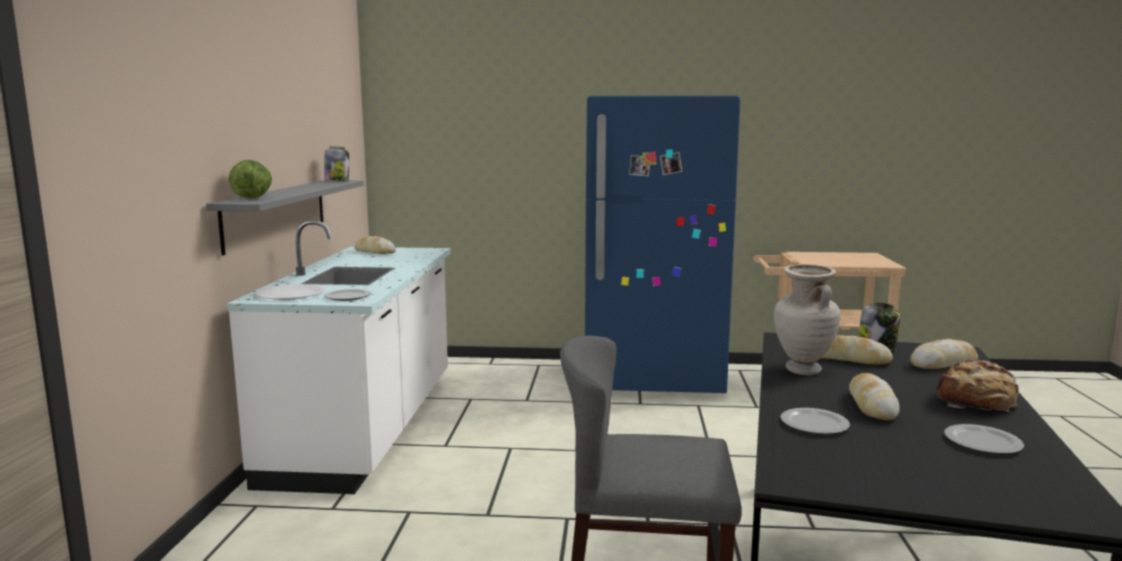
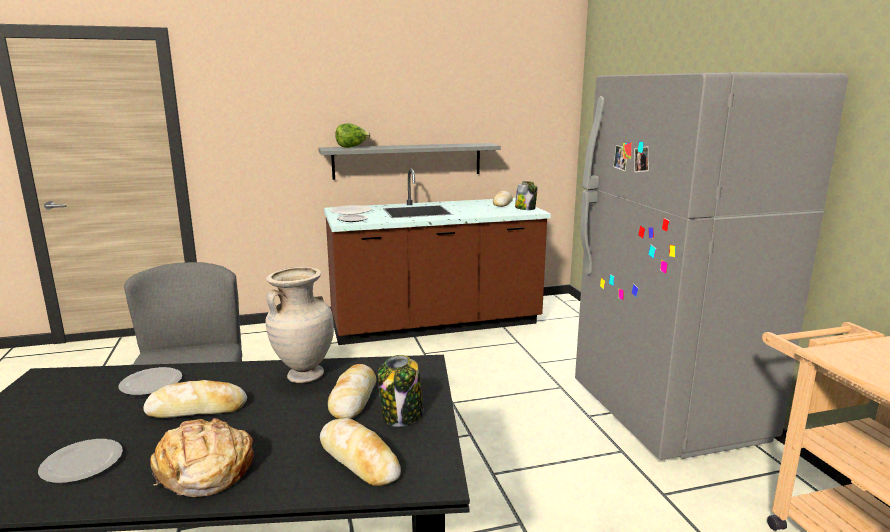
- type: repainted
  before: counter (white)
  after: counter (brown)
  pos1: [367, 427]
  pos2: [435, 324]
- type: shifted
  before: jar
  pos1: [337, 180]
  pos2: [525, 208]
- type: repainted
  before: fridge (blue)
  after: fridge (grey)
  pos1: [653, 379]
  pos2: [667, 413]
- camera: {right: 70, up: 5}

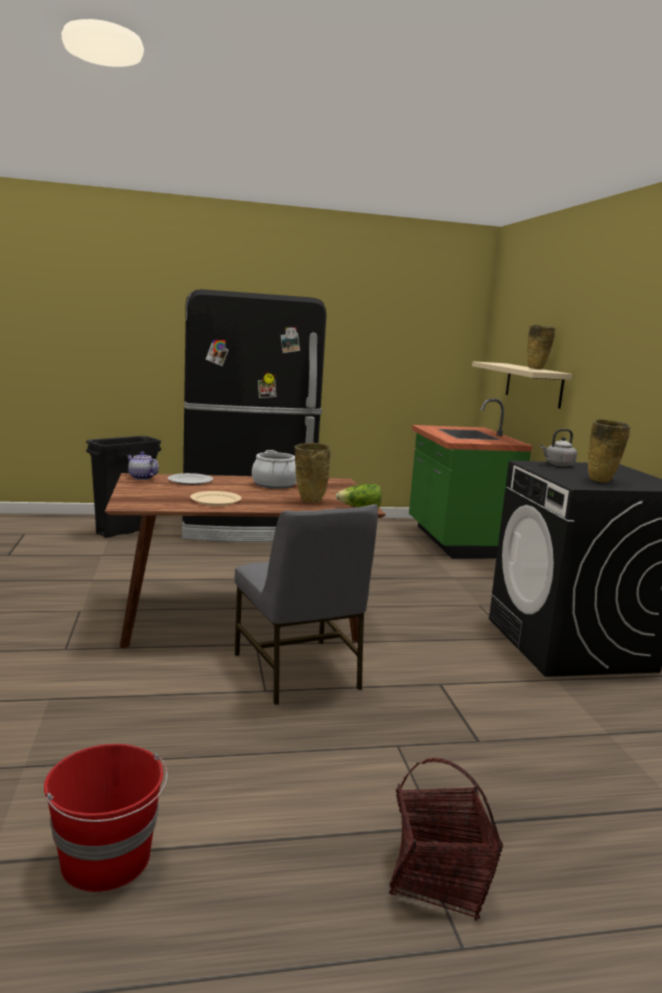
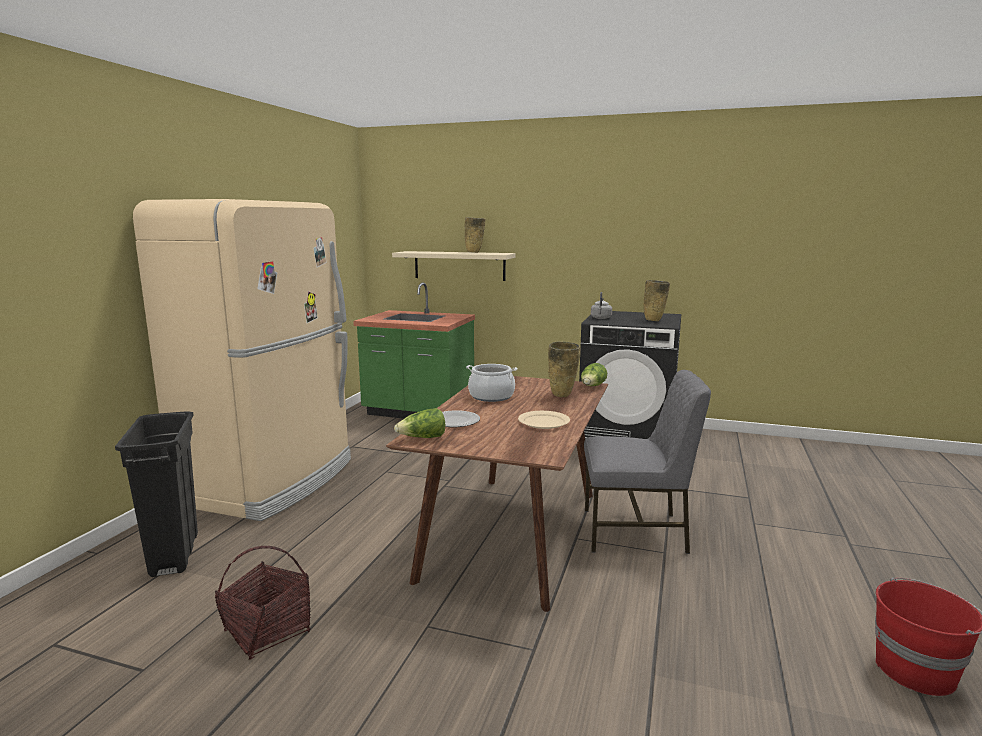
- type: repainted
  before: fridge (black)
  after: fridge (beige)
  pos1: [246, 528]
  pos2: [272, 481]
- type: shifted
  before: basket
  pos1: [439, 878]
  pos2: [268, 631]
- type: swapped
  before: teapot
  after: lettuce
  pos1: [141, 478]
  pos2: [422, 438]
- camera: {right: -60, up: 0}

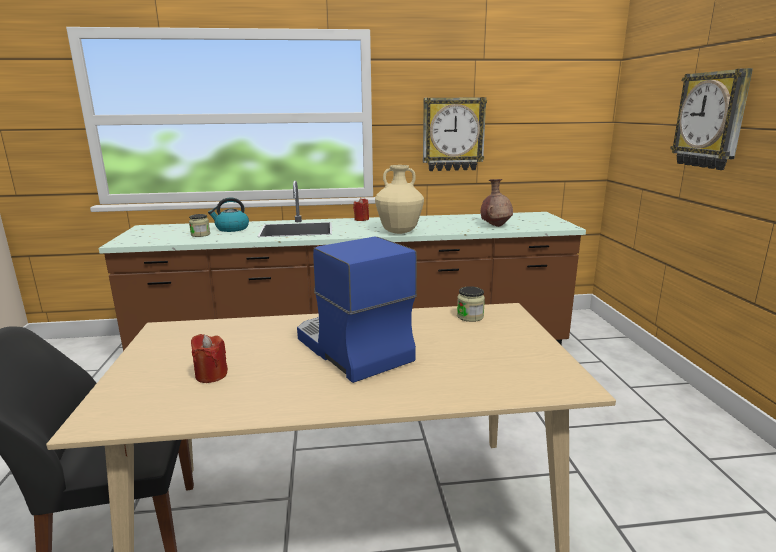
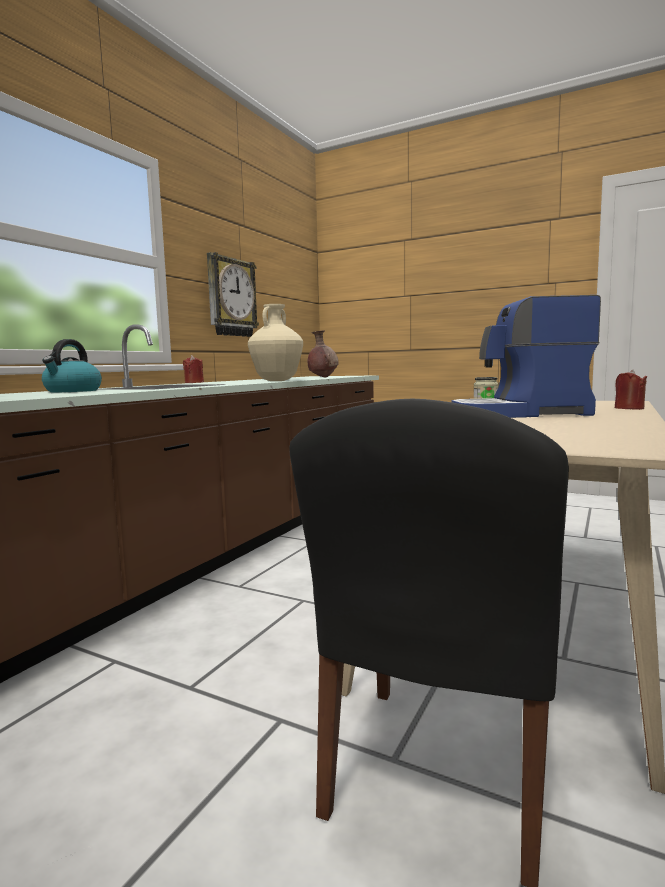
- type: shifted
  before: candle (red)
  pos1: [211, 375]
  pos2: [629, 408]
- type: gone
  before: jar
  pos1: [200, 235]
- type: gone
  before: wall clock
  pos1: [711, 120]
- camera: {right: -55, up: -10}

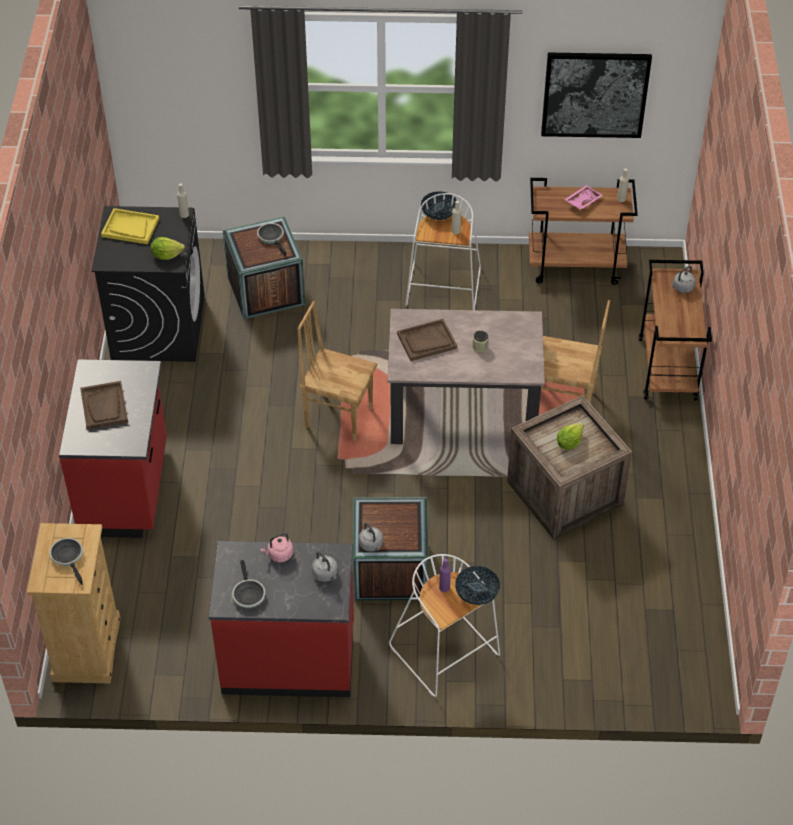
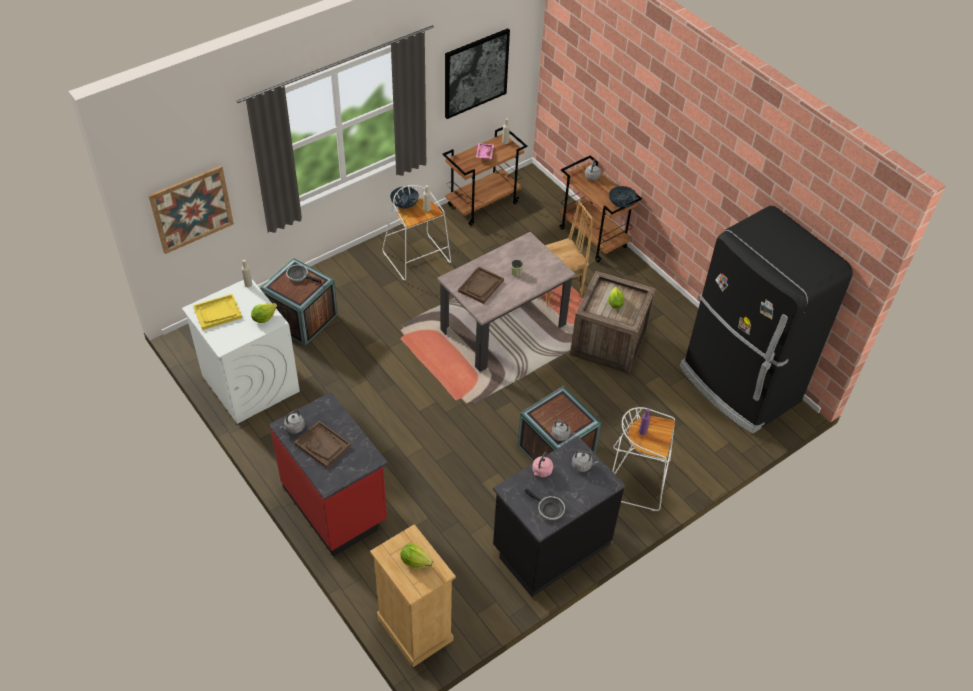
- type: new
  after: picture
  pos2: [192, 209]
- type: repainted
  before: washing machine (black)
  after: washing machine (white)
  pos1: [158, 327]
  pos2: [250, 383]
- type: new
  after: kettle (grey)
  pos2: [294, 428]
- type: swapped
  before: frying pan
  after: lettuce
  pos1: [68, 557]
  pos2: [415, 561]
- type: repainted
  before: counter (red)
  after: counter (black)
  pos1: [288, 659]
  pos2: [550, 546]
- type: shifted
  before: bowl
  pos1: [477, 593]
  pos2: [621, 202]
- type: new
  after: fridge (black)
  pos2: [738, 385]
- type: gone
  before: chair (brown)
  pos1: [338, 416]
- camera: {right: -40, up: 0}

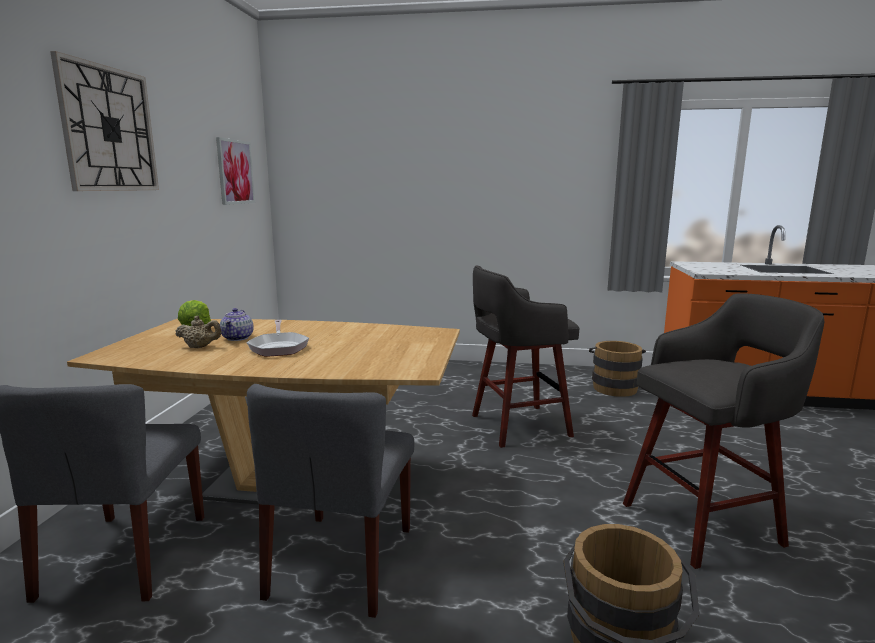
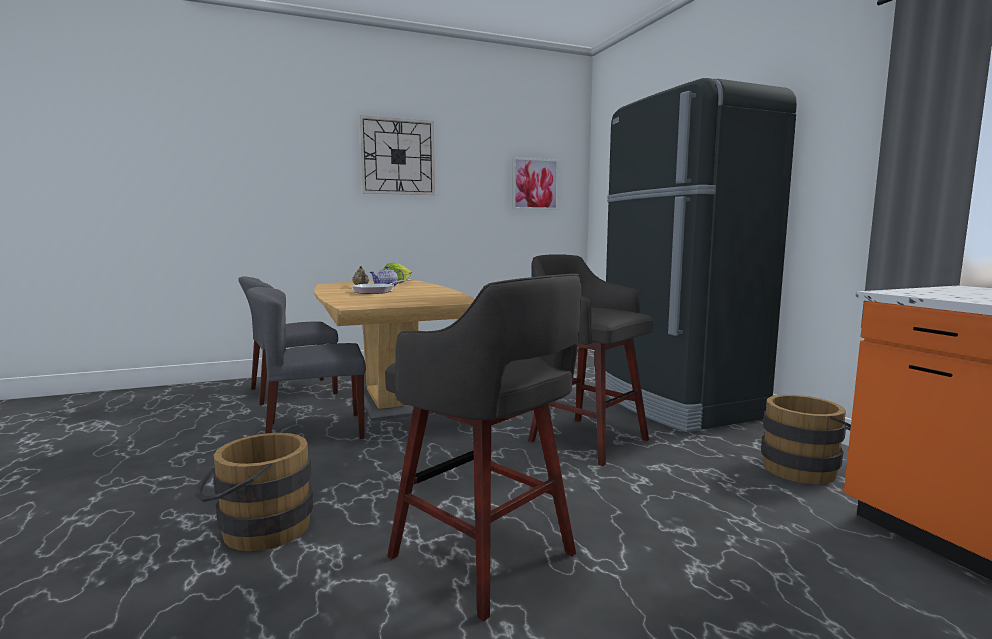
- type: new
  after: fridge (black)
  pos2: [677, 405]
- camera: {right: 60, up: -5}

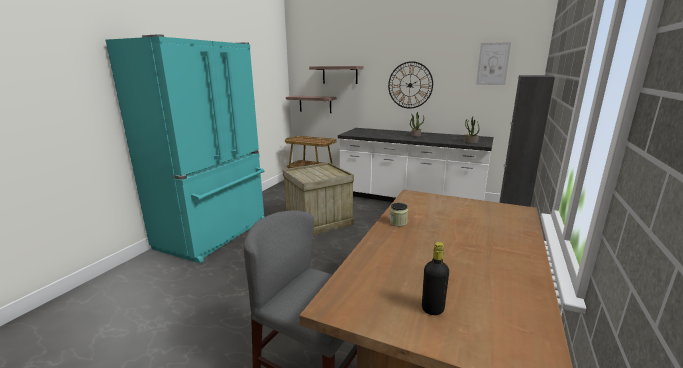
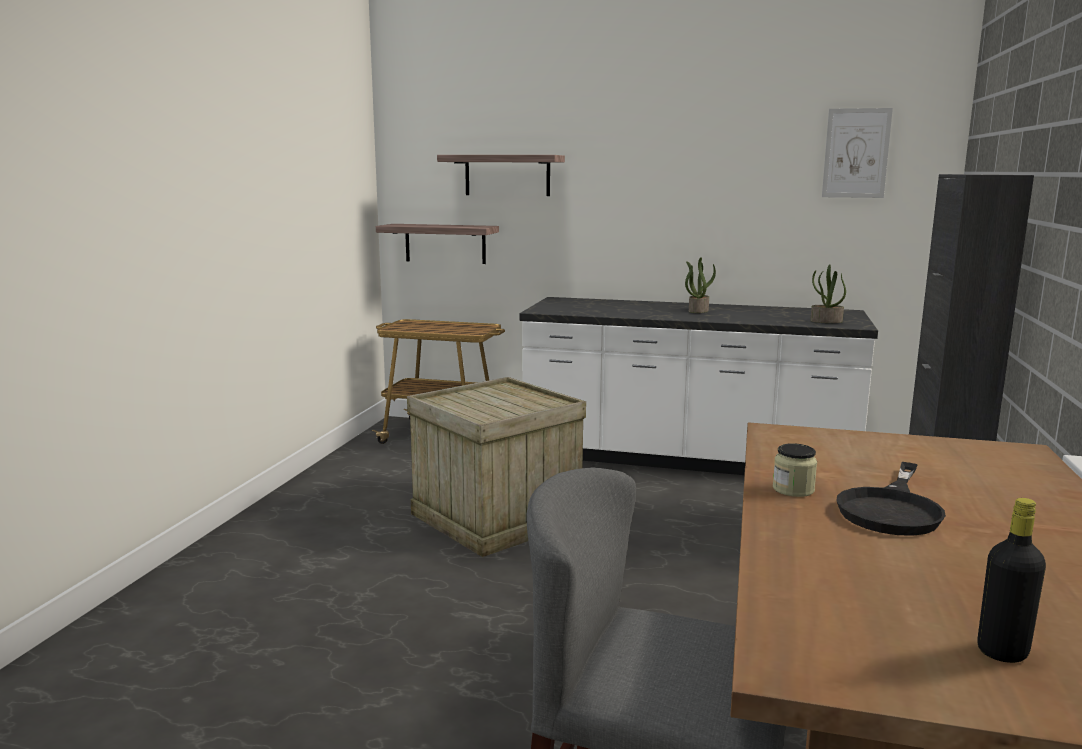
- type: new
  after: frying pan (black)
  pos2: [892, 509]
- type: gone
  before: fridge (turquoise)
  pos1: [215, 234]
- type: gone
  before: wall clock
  pos1: [410, 85]
- camera: {right: -10, up: -5}

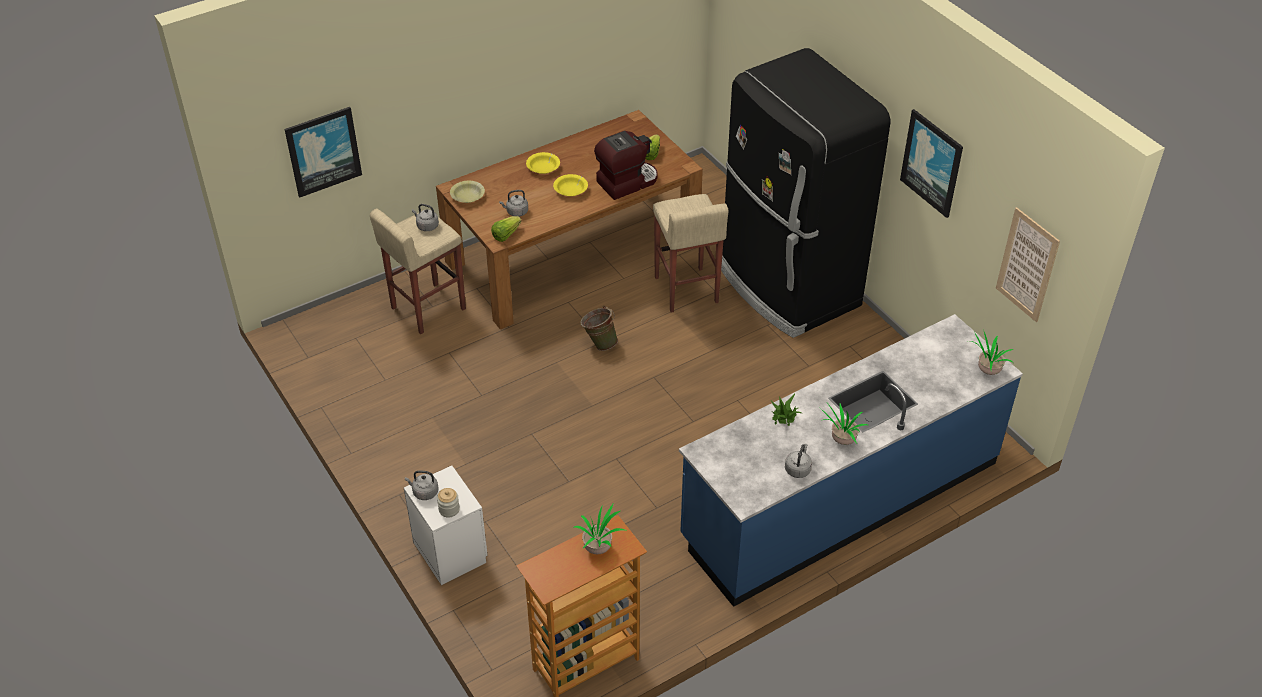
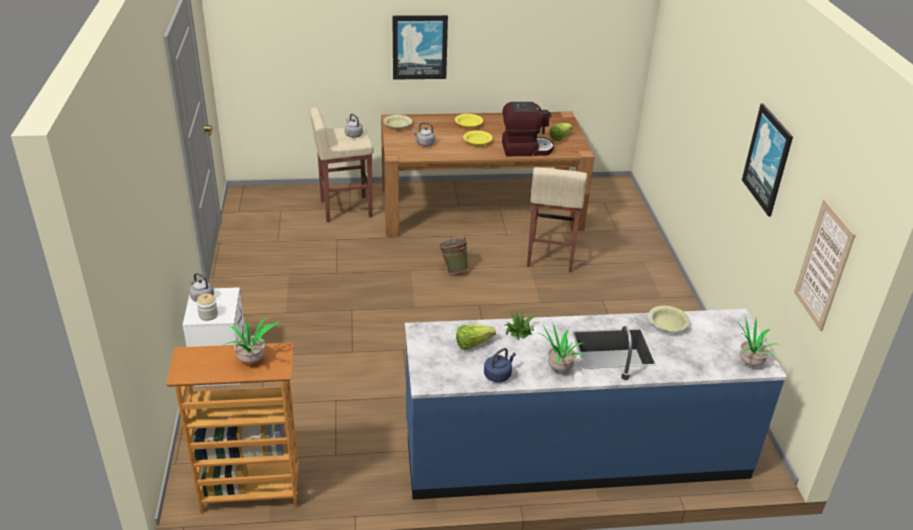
- type: shifted
  before: picture
  pos1: [323, 151]
  pos2: [419, 47]
- type: shifted
  before: lettuce
  pos1: [506, 235]
  pos2: [473, 344]
- type: repainted
  before: kettle (grey)
  after: kettle (blue)
  pos1: [798, 469]
  pos2: [498, 375]
- type: new
  after: bowl (yellow)
  pos2: [667, 324]
- type: gone
  before: fridge (black)
  pos1: [787, 286]
- camera: {right: 25, up: -10}

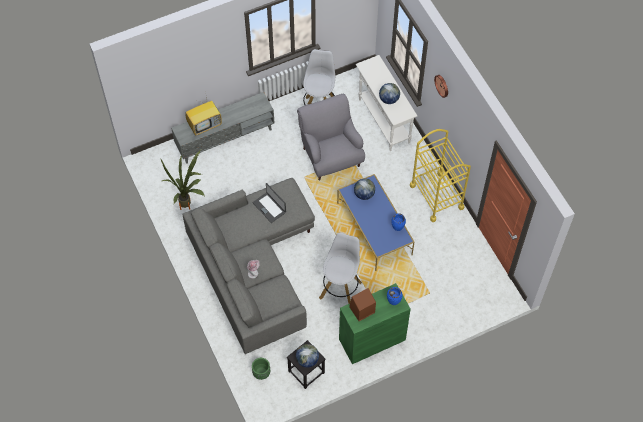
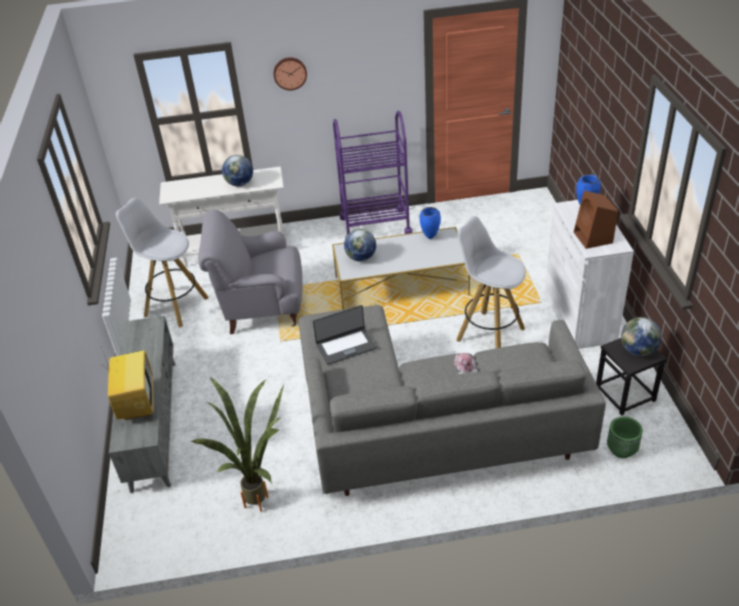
- type: repainted
  before: coffee table (blue)
  after: coffee table (white)
  pos1: [374, 228]
  pos2: [400, 286]
- type: repainted
  before: cart (yellow)
  after: cart (purple)
  pos1: [436, 196]
  pos2: [375, 226]
- type: repainted
  before: cabinet (green)
  after: cabinet (white)
  pos1: [372, 339]
  pos2: [579, 316]
- camera: {right: -70, up: -20}

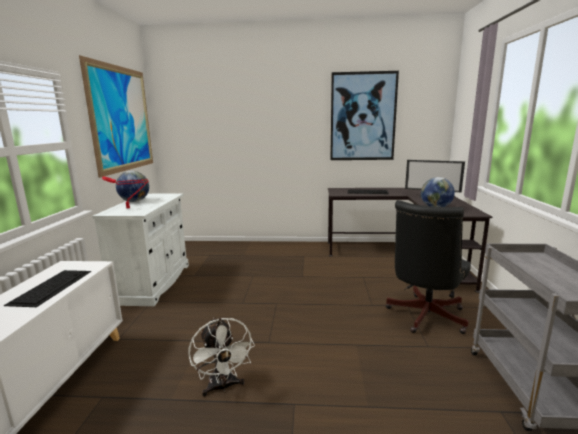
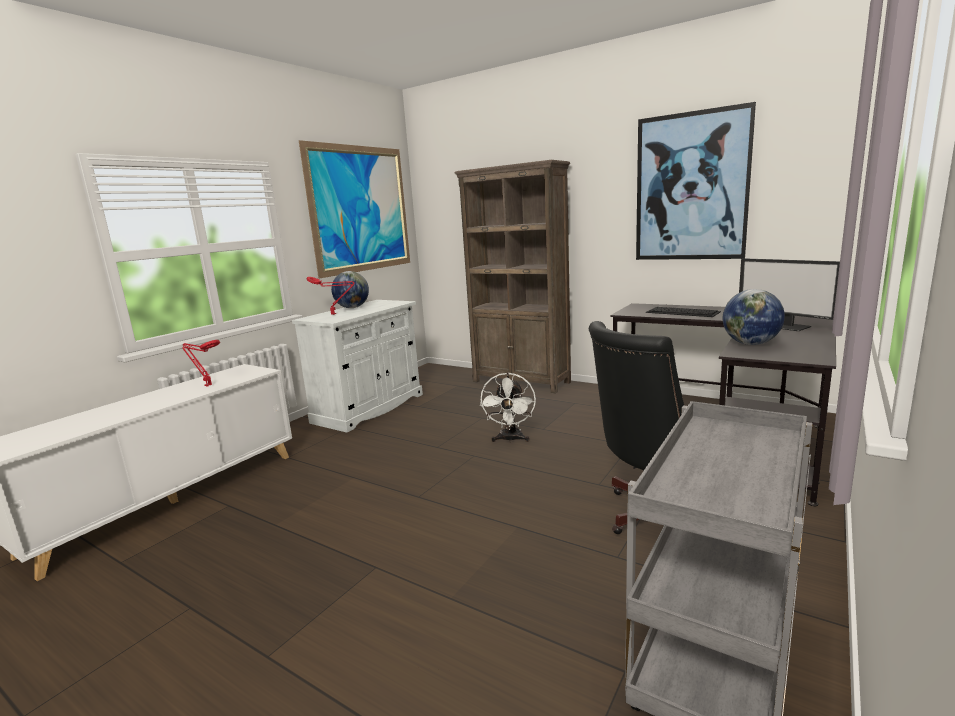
- type: swapped
  before: keyboard
  after: table lamp (red)
  pos1: [52, 286]
  pos2: [207, 385]
- type: new
  after: bookcase (brown)
  pos2: [521, 382]
- type: shifted
  before: fan (white)
  pos1: [223, 387]
  pos2: [510, 439]
- camera: {right: 30, up: 0}

